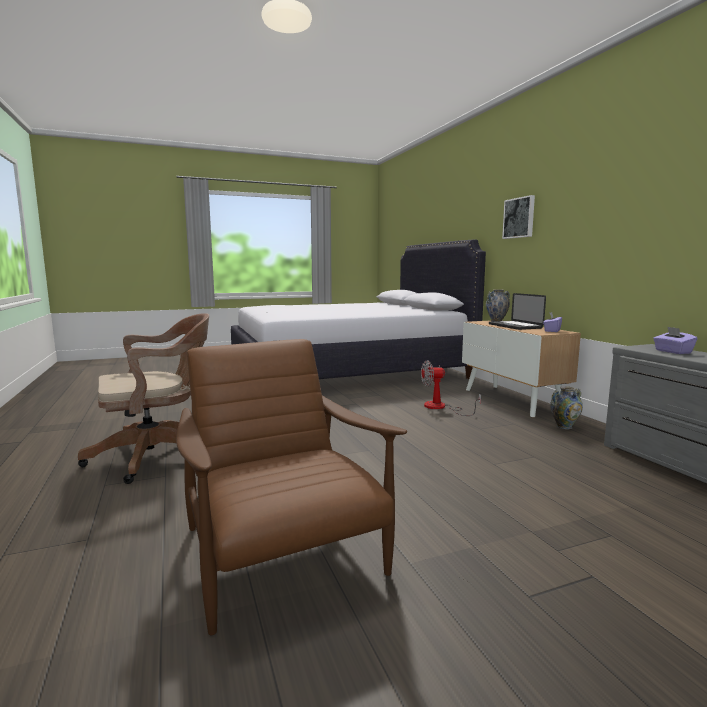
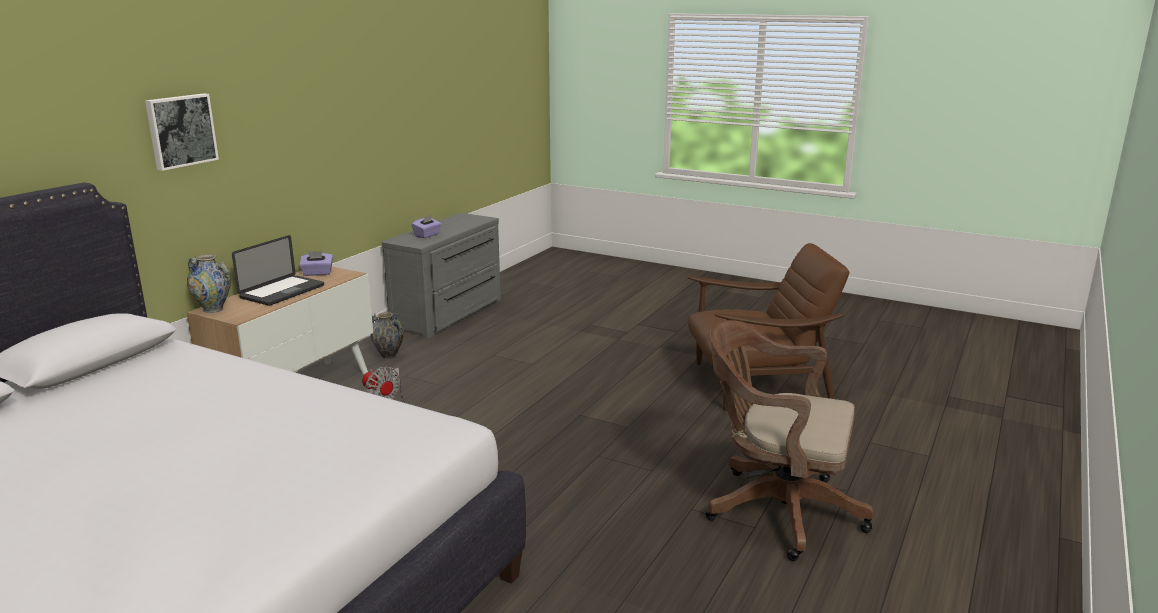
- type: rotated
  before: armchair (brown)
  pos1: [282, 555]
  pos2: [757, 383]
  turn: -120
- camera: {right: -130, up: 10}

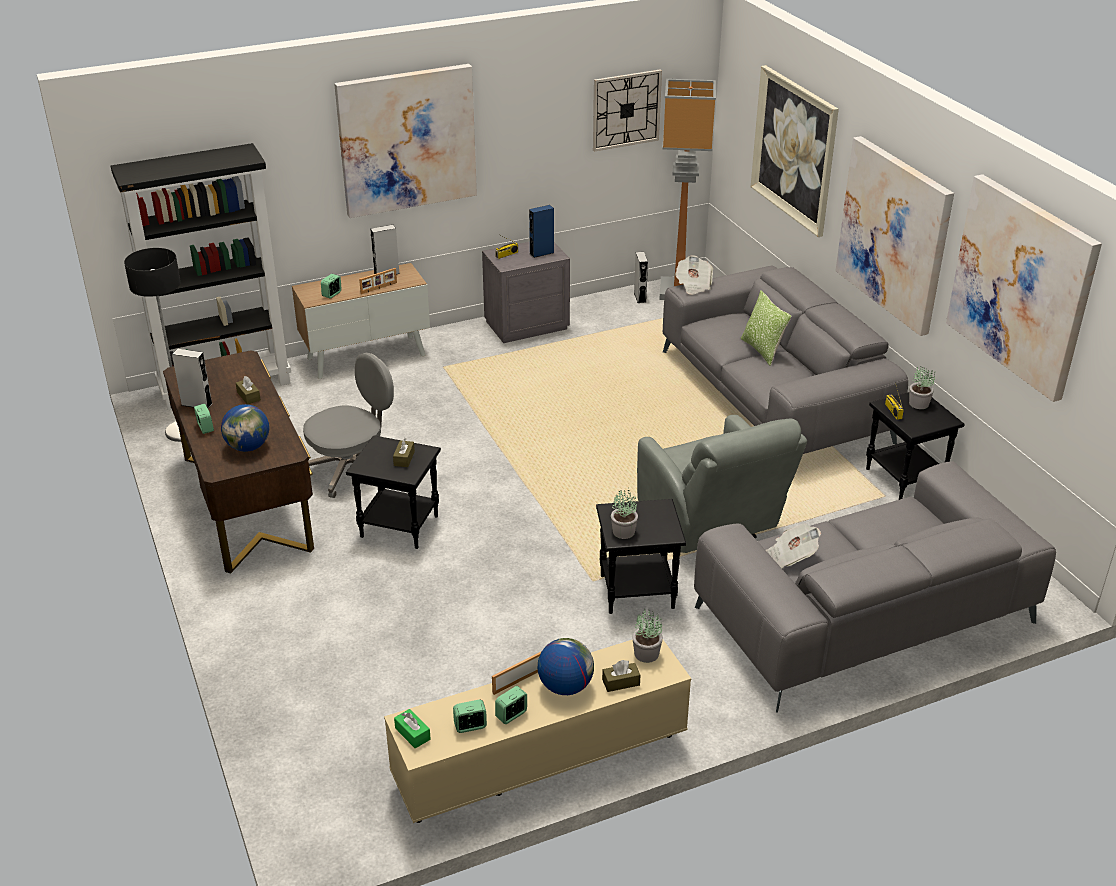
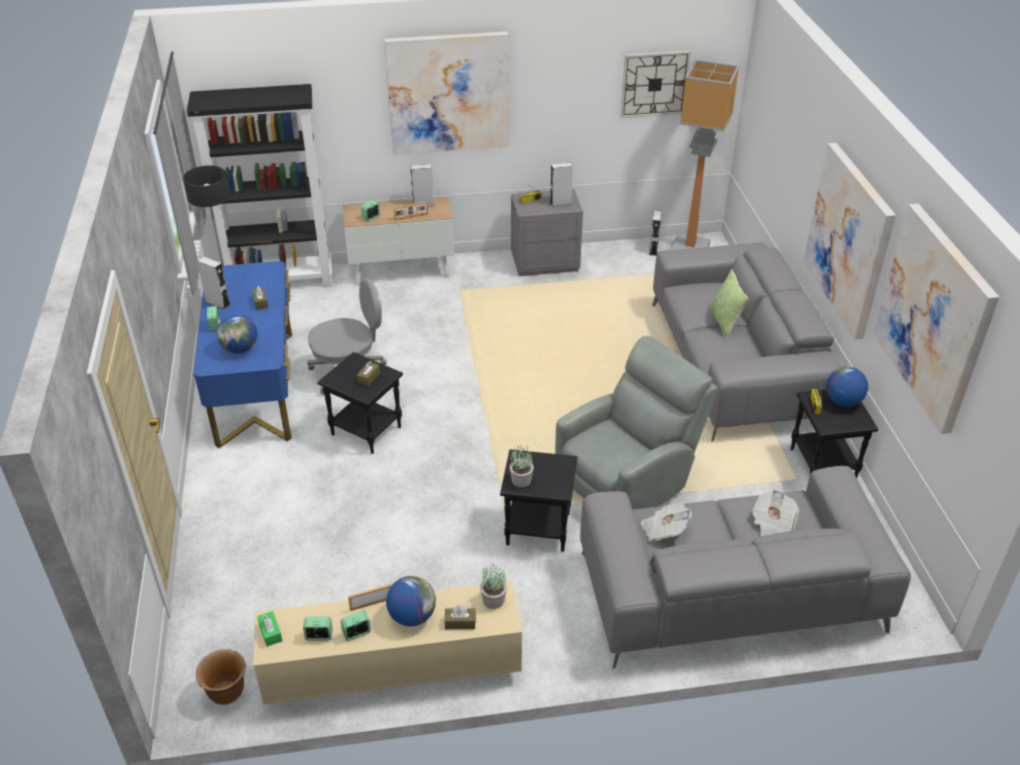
- type: repainted
  before: desk (brown)
  after: desk (blue)
  pos1: [247, 502]
  pos2: [256, 387]
- type: new
  after: planter (brown)
  pos2: [227, 692]
- type: repainted
  before: speaker (blue)
  after: speaker (grey)
  pos1: [541, 253]
  pos2: [560, 203]
- type: rotated
  before: armchair (grey)
  pos1: [711, 526]
  pos2: [627, 479]
  turn: -120
- type: shifted
  before: newspaper
  pos1: [693, 285]
  pos2: [772, 525]
- type: swapped
  before: potted plant
  after: globe
  pos1: [918, 404]
  pos2: [842, 401]
- type: gone
  before: picture
  pos1: [794, 150]
- camera: {right: 15, up: 5}

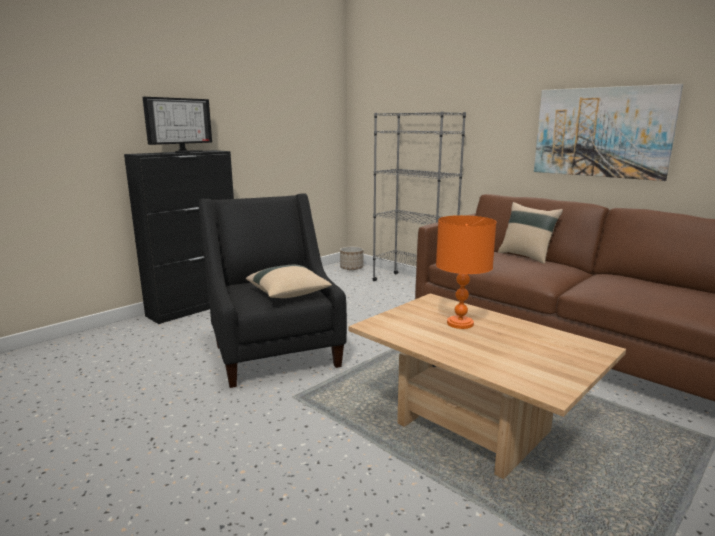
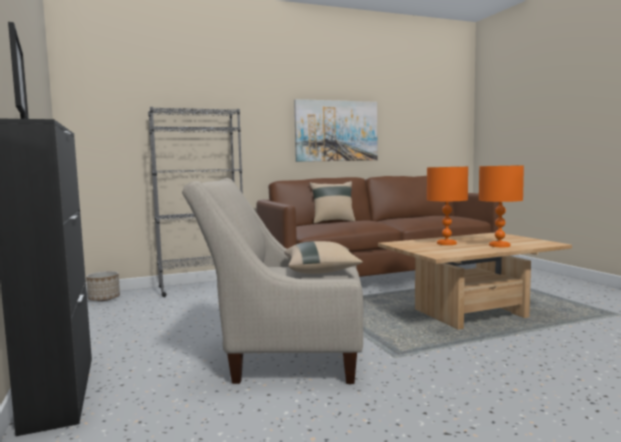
- type: repainted
  before: armchair (black)
  after: armchair (beige)
  pos1: [274, 351]
  pos2: [285, 355]
- type: new
  after: table lamp (orange)
  pos2: [499, 245]
- camera: {right: -65, up: -10}

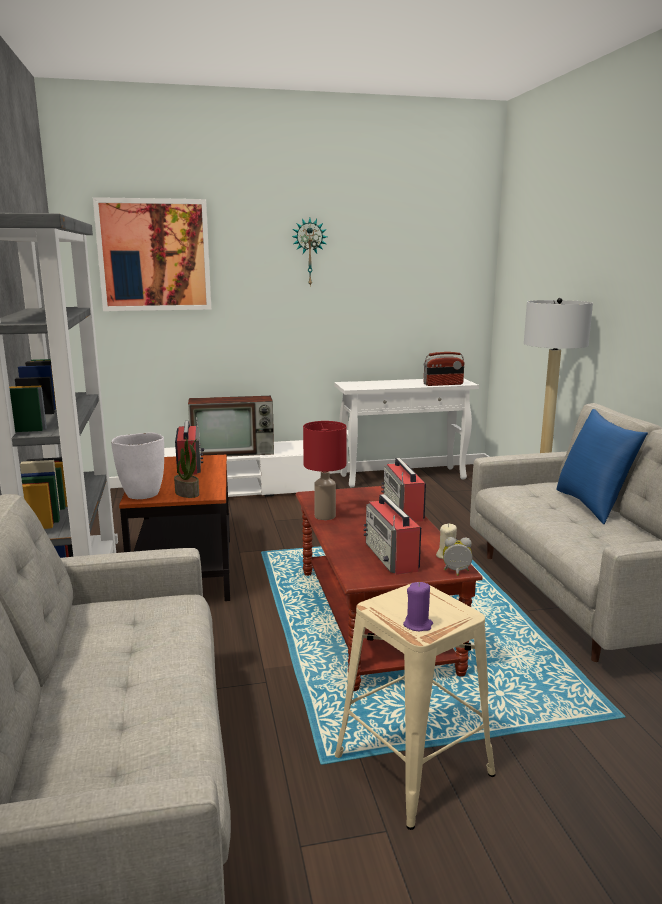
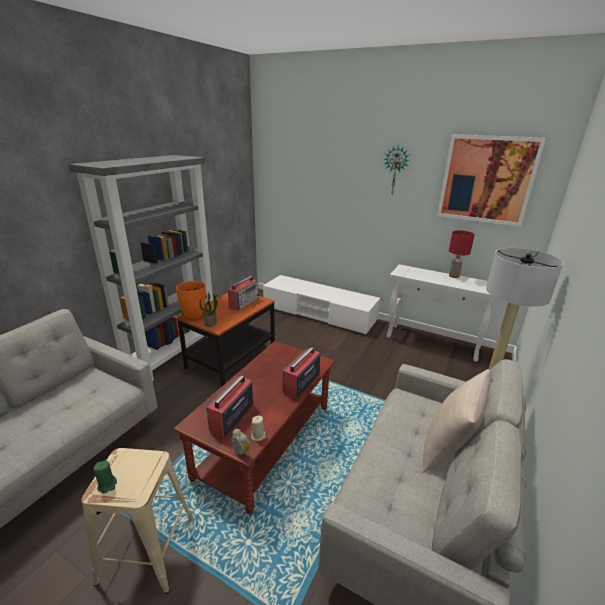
- type: repainted
  before: candle (purple)
  after: candle (green)
  pos1: [418, 625]
  pos2: [107, 485]
- type: repainted
  before: vase (white)
  after: vase (orange)
  pos1: [142, 494]
  pos2: [193, 315]
- type: repainted
  before: pillow (blue)
  after: pillow (beige)
  pos1: [593, 505]
  pos2: [448, 449]
- type: shifted
  before: picture
  pos1: [154, 255]
  pos2: [486, 180]
- type: shifted
  before: table lamp (red)
  pos1: [324, 516]
  pos2: [453, 276]
- type: gone
  before: television
  pos1: [234, 452]
- type: gone
  before: radio
  pos1: [443, 384]
- camera: {right: 40, up: 10}

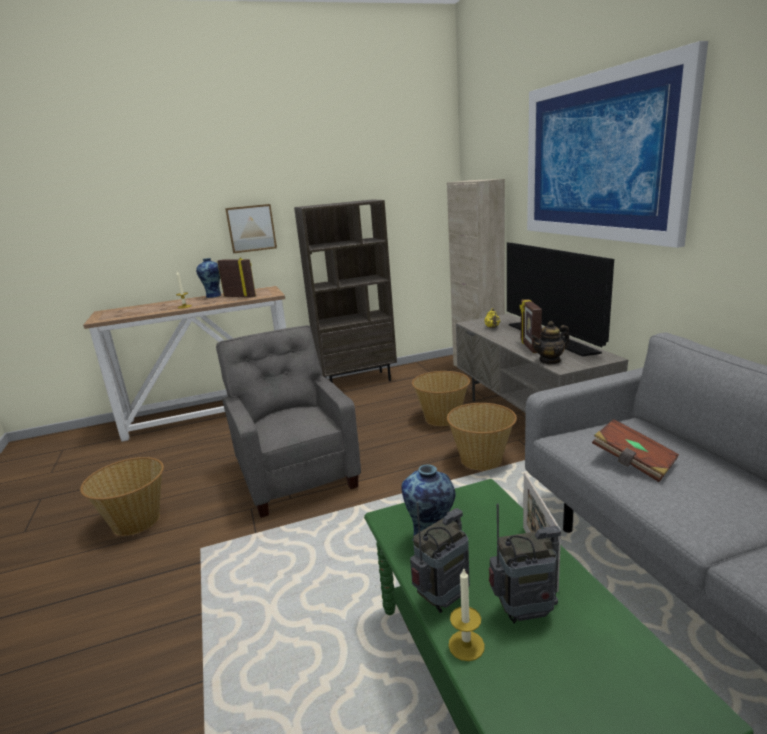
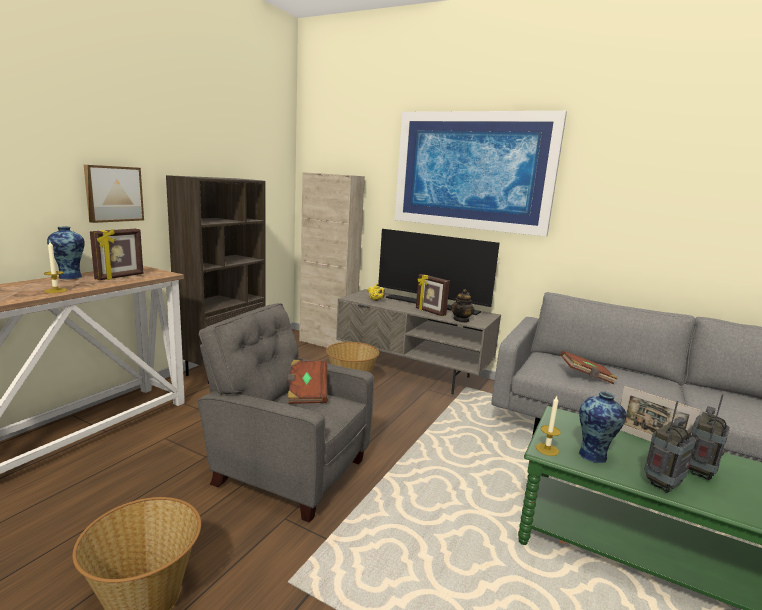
- type: rotated
  before: picture frame
  pos1: [240, 296]
  pos2: [120, 277]
  turn: 135
- type: new
  after: book (brown)
  pos2: [306, 392]
- type: shifted
  before: candle
  pos1: [466, 645]
  pos2: [547, 449]
- type: rotated
  before: radio
  pos1: [443, 599]
  pos2: [662, 485]
  turn: 45
- type: gone
  before: basket
  pos1: [482, 459]
- camera: {right: -45, up: -5}

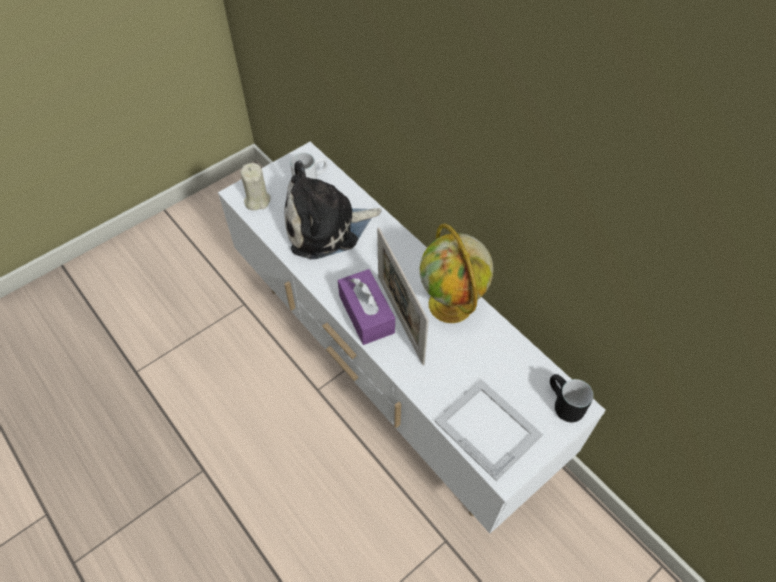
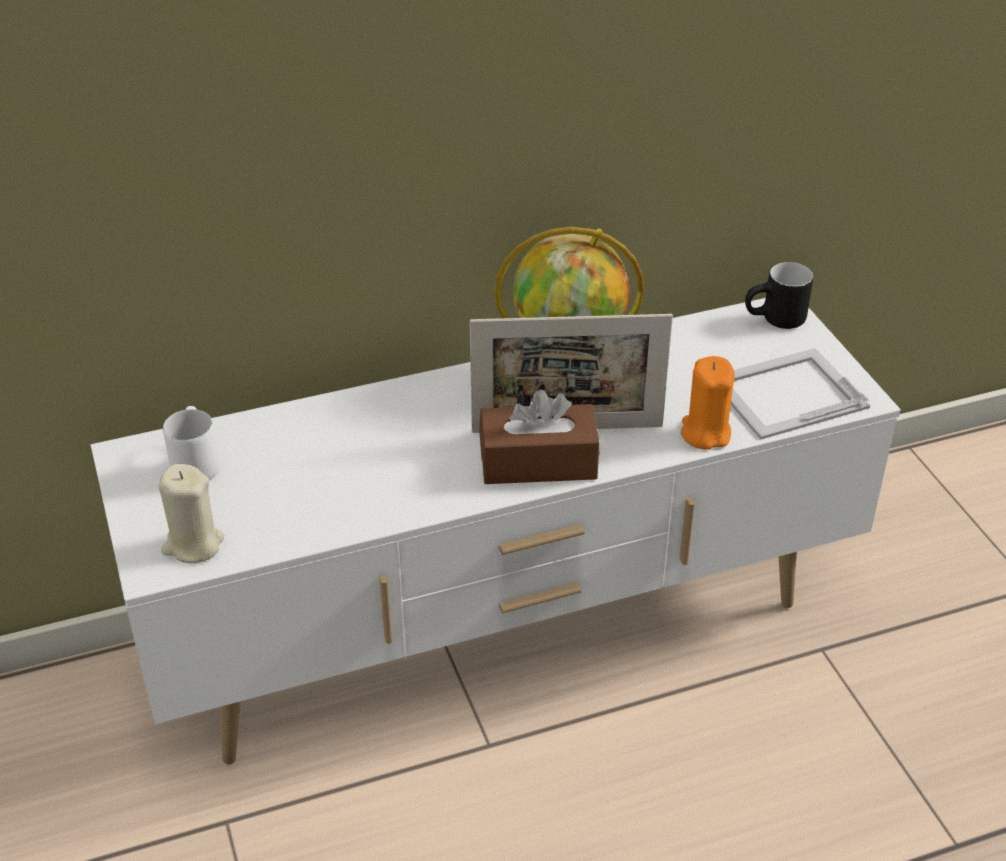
- type: repainted
  before: tissue box (purple)
  after: tissue box (brown)
  pos1: [366, 314]
  pos2: [538, 462]
- type: new
  after: candle (orange)
  pos2: [705, 433]
- type: gone
  before: plush toy
  pos1: [326, 226]
- camera: {right: -70, up: -15}

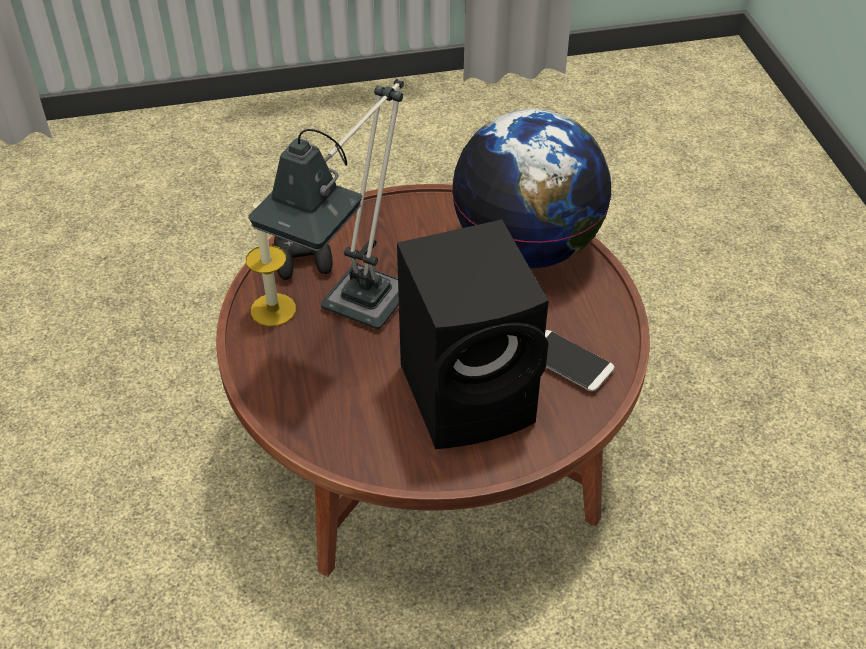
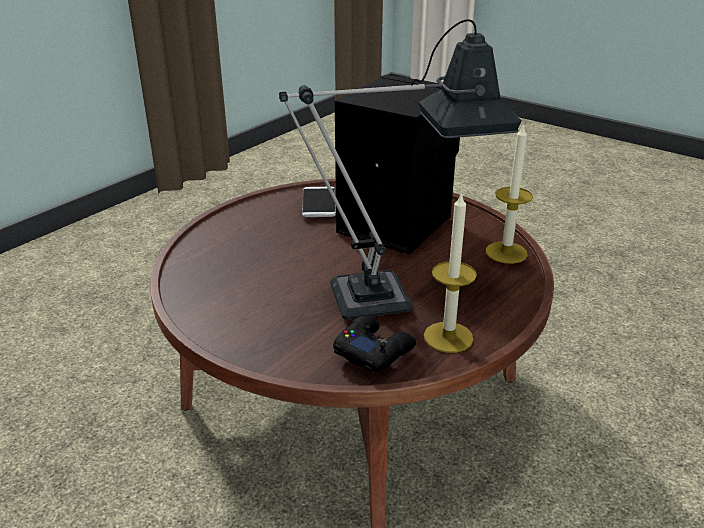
- type: new
  after: candle
  pos2: [506, 252]
- type: gone
  before: globe
  pos1: [527, 247]
- camera: {right: -130, up: -15}

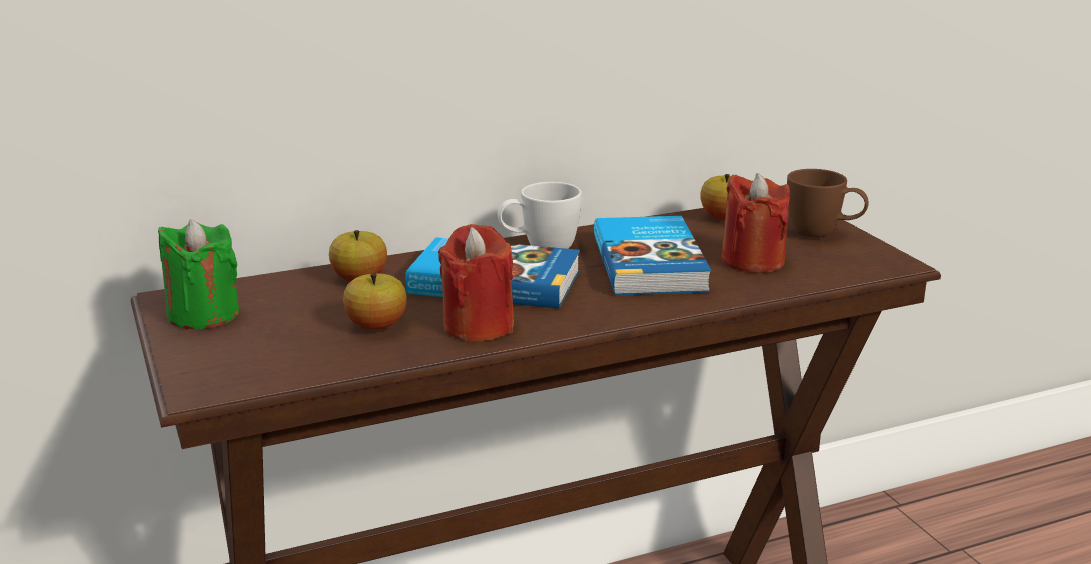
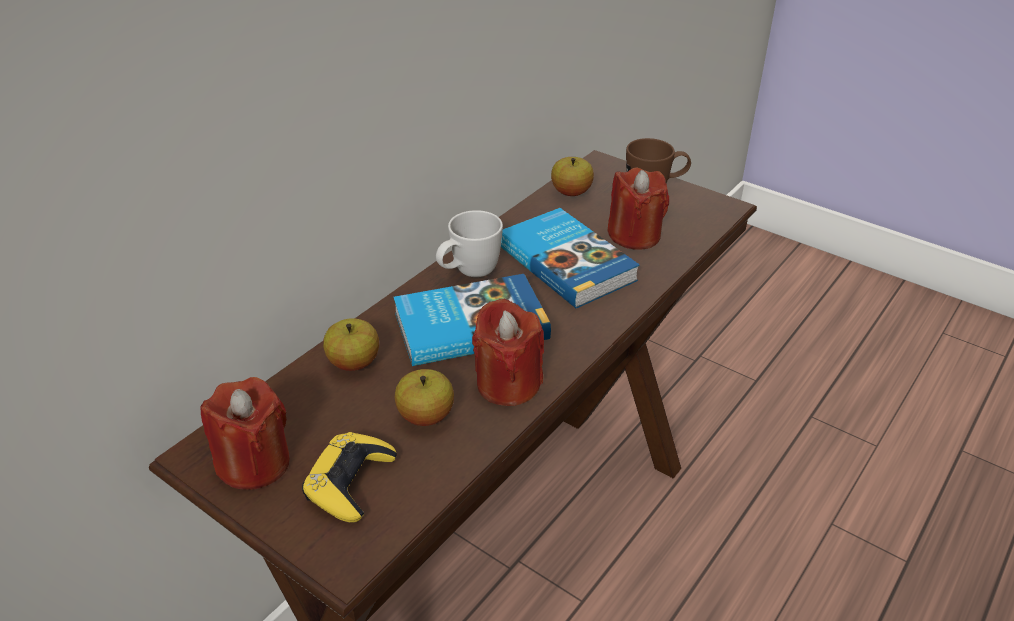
- type: repainted
  before: candle (green)
  after: candle (red)
  pos1: [203, 315]
  pos2: [254, 463]
- type: new
  after: game controller (yellow)
  pos2: [350, 482]
- camera: {right: -30, up: 15}

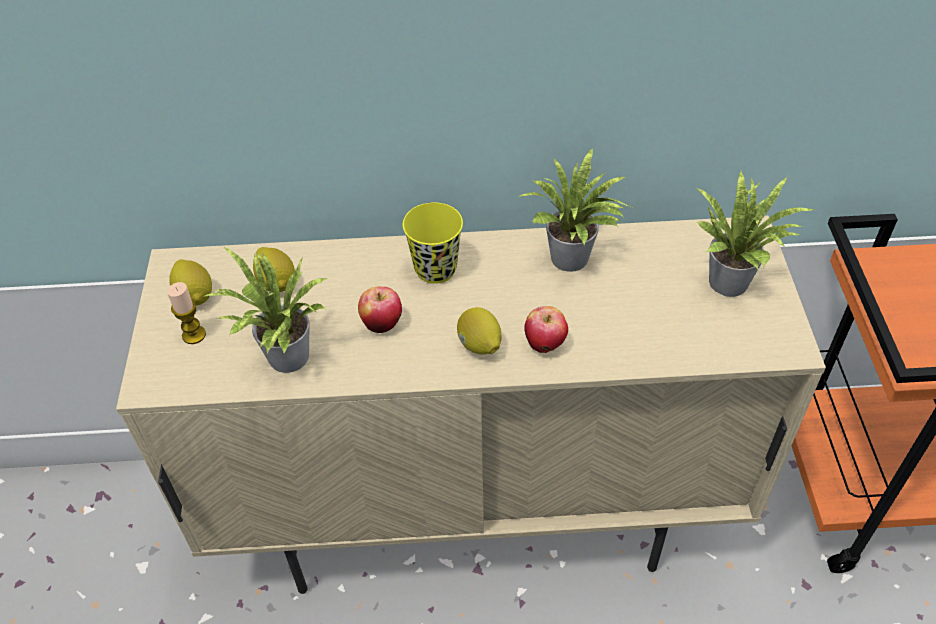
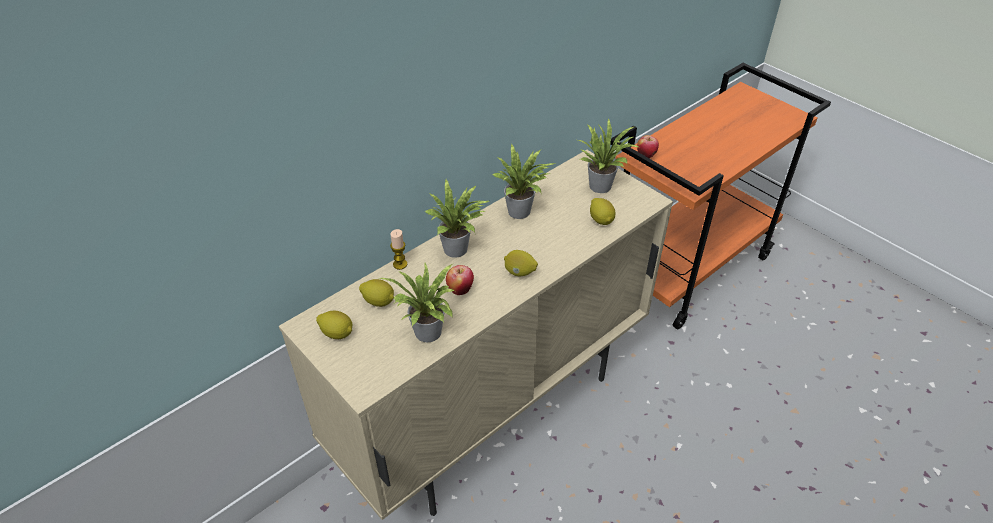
- type: shifted
  before: candle
  pos1: [194, 335]
  pos2: [400, 264]
- type: swapped
  before: cup (yellow)
  after: potted plant
  pos1: [435, 269]
  pos2: [458, 250]
- type: new
  after: lemon
  pos2: [601, 220]
- type: shifted
  before: apple
  pos1: [545, 344]
  pos2: [646, 156]
- camera: {right: -40, up: -5}

